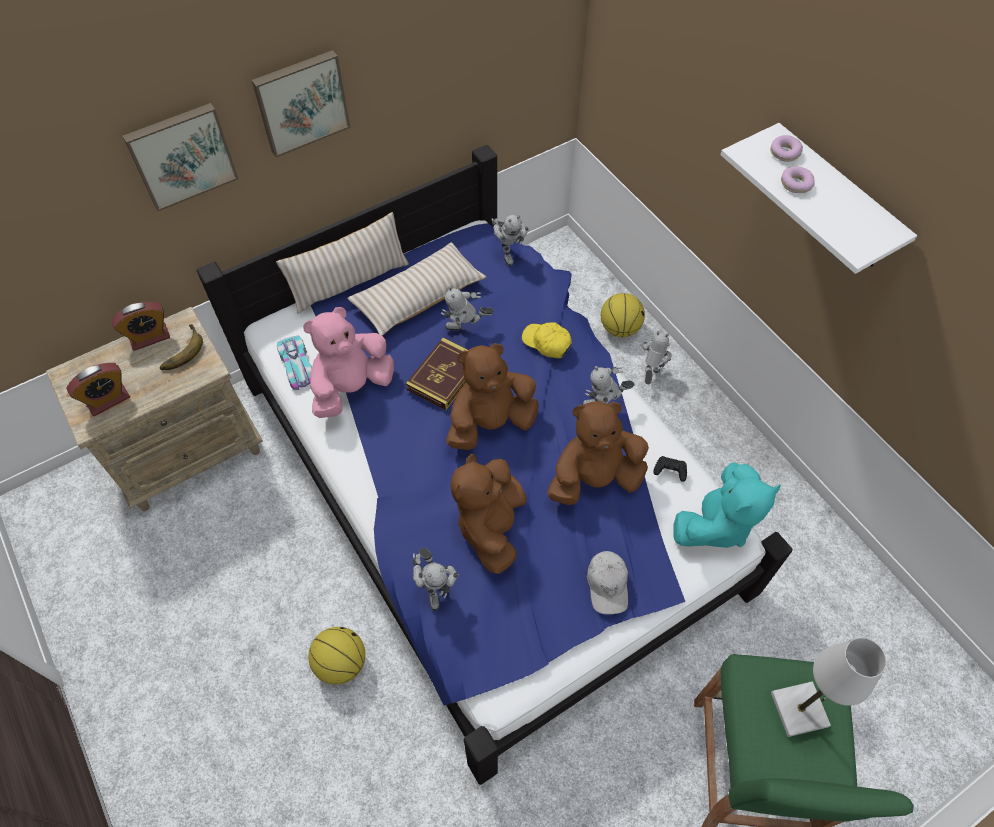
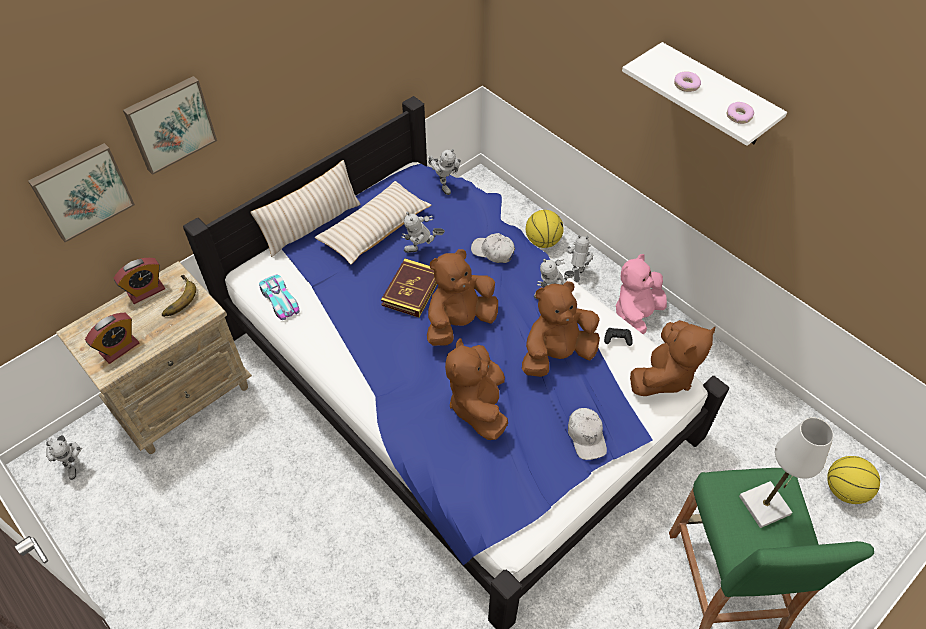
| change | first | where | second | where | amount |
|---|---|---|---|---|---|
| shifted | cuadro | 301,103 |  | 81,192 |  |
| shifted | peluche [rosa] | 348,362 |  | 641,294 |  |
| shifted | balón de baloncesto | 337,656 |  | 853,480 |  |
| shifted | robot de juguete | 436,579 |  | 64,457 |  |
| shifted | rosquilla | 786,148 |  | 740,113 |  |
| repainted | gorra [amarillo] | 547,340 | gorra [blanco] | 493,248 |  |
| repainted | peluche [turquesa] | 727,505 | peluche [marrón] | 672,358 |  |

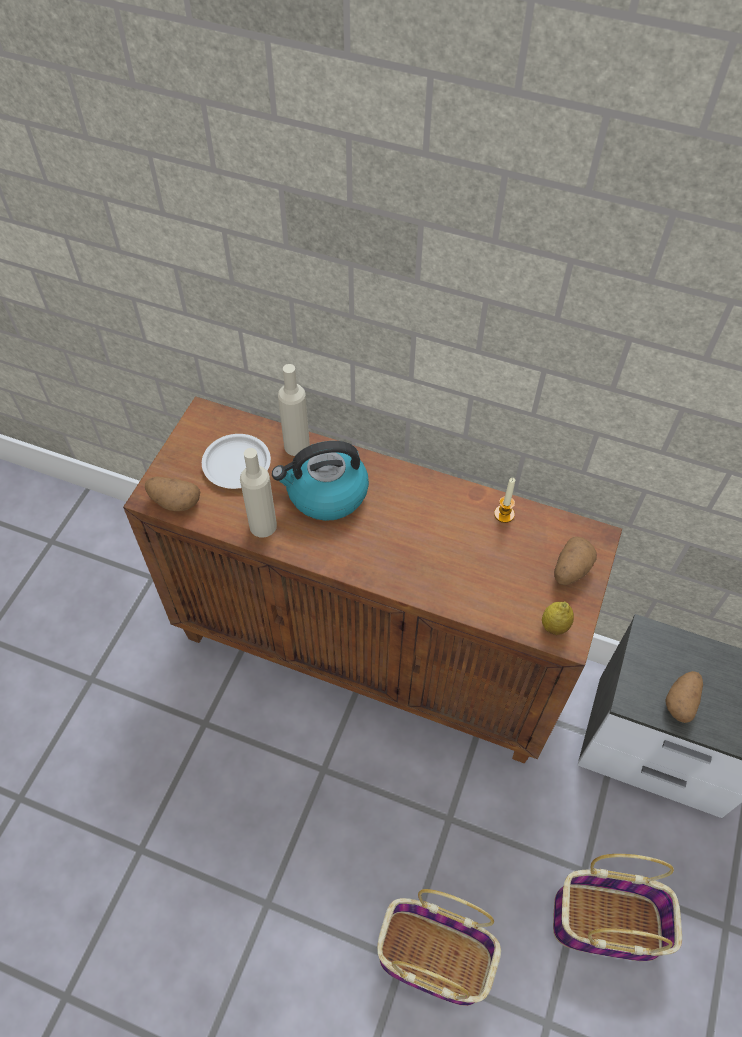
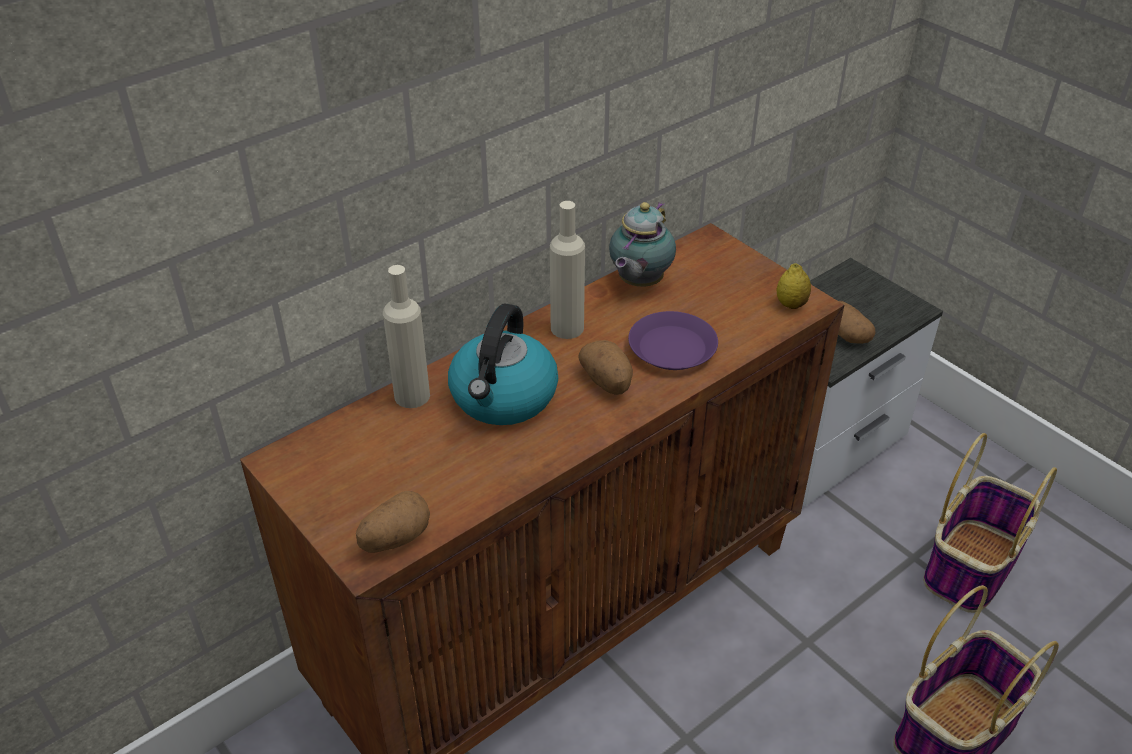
| change | first | where | second | where | amount |
|---|---|---|---|---|---|
| gone | plato [blanco] | 236,461 |  |  |  |
| new |  |  | plato [morado] | 673,340 |  |
| shifted | botella [beis] | 258,492 |  | 567,270 |  |
| shifted | patata | 575,561 |  | 606,367 |  |
| swapped | vela | 504,500 | tetera | 642,244 |  |

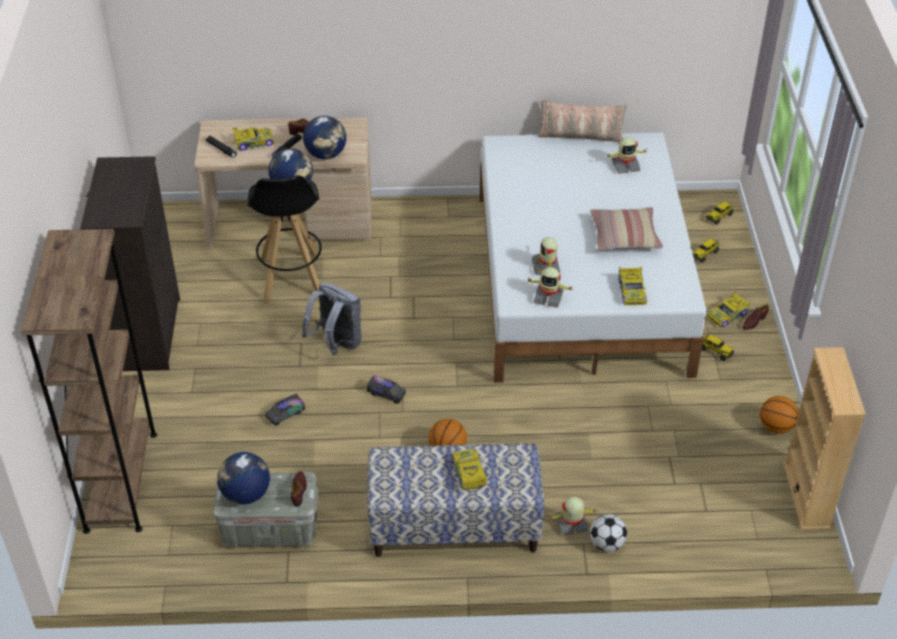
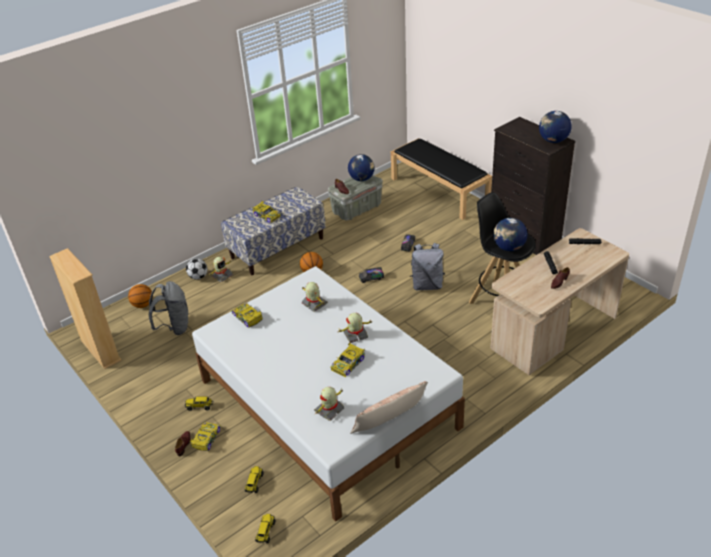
| change | first | where | second | where | amount |
|---|---|---|---|---|---|
| gone | cojín | 626,228 |  |  |  |
| new |  |  | mochila [gris] | 168,308 |  |
| shifted | coche de juguete | 253,139 |  | 347,359 |  |
| shifted | globo terráqueo | 324,137 |  | 555,127 |  |
| shifted | robot de juguete | 549,287 |  | 355,328 |  |
| shifted | balón de baloncesto | 779,415 |  | 140,296 |  |
| swapped | estantería [marrón] | 89,381 | banco [negro] | 441,179 |  |

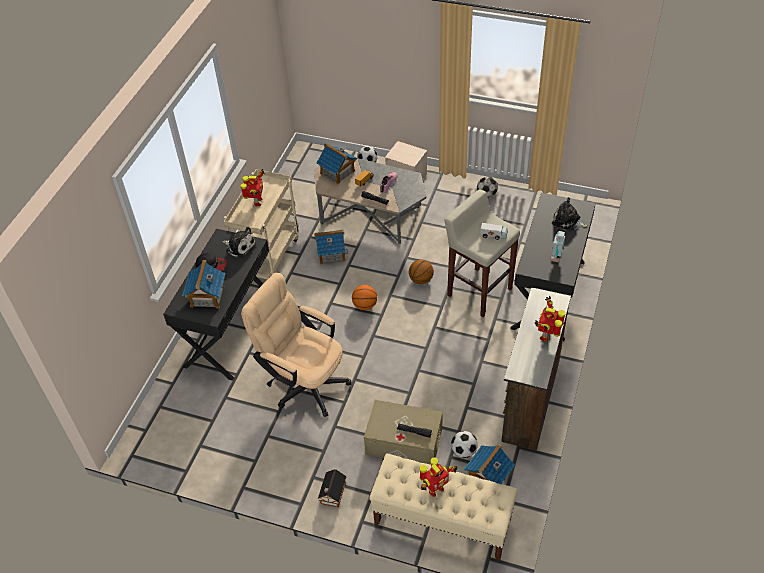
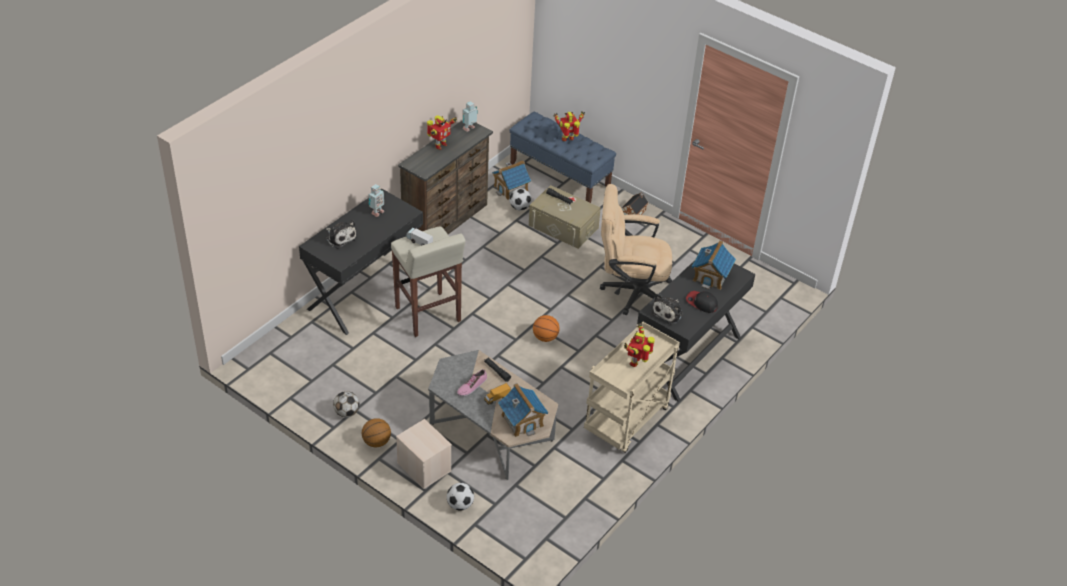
| change | first | where | second | where | amount |
|---|---|---|---|---|---|
| gone | casita | 331,247 |  |  |  |
| new |  |  | robot de juguete | 470,116 |  |
| shifted | balón de baloncesto | 421,271 |  | 376,432 |  |
| repainted | banco [beis] | 443,507 | banco [azul] | 562,157 |  |
| rotated | peluche | 239,242 |  | 667,309 | 105 degrees counterclockwise |
| rotated | silla de oficina [beis] | 296,345 |  | 636,249 | 135 degrees clockwise |

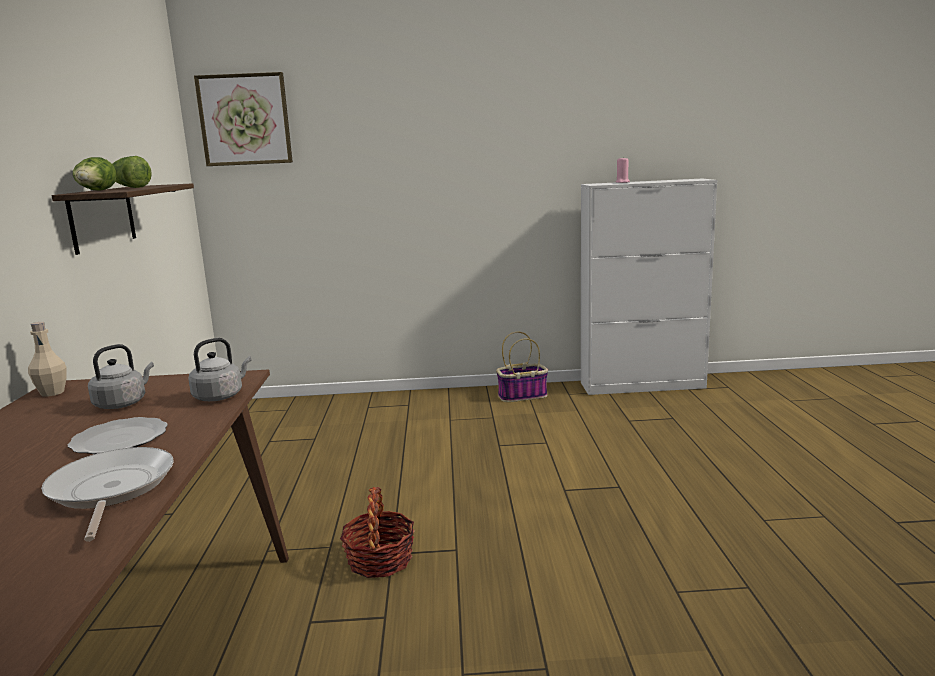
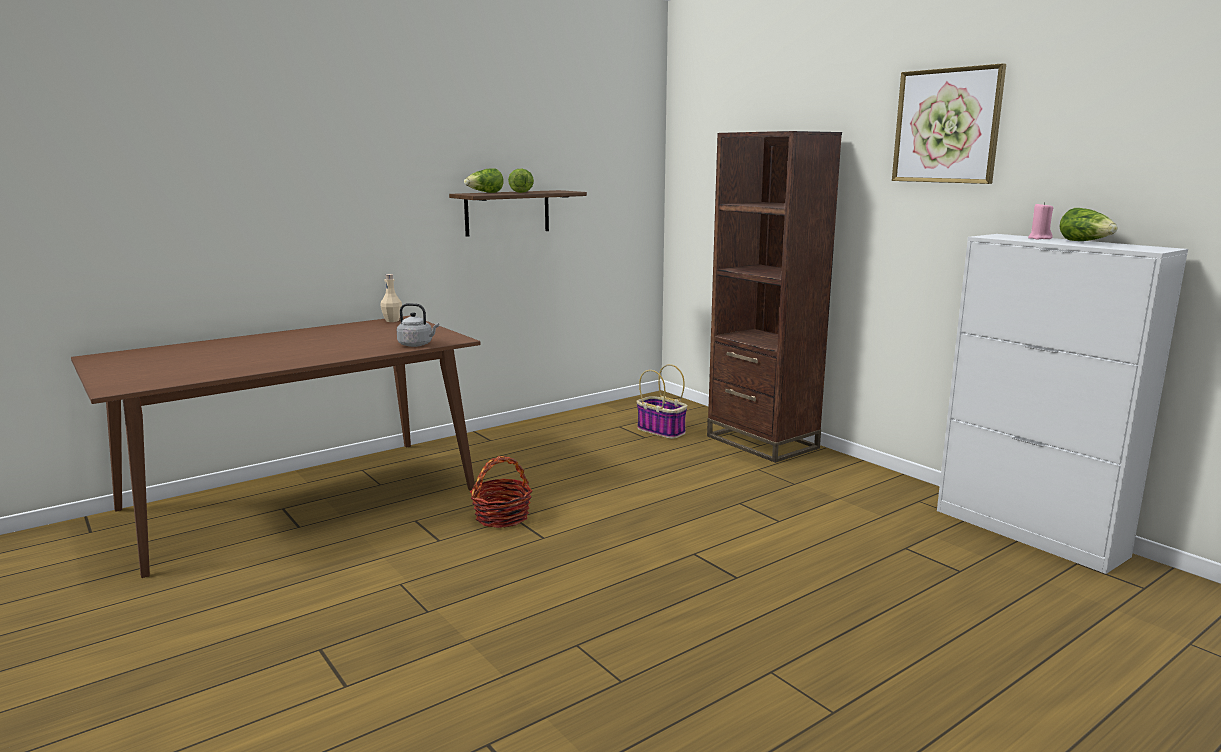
| change | first | where | second | where | amount |
|---|---|---|---|---|---|
| gone | sartén | 107,494 |  |  |  |
| gone | plato | 118,435 |  |  |  |
| gone | hervidor [gris] | 121,376 |  |  |  |
| new |  |  | estantería [marrón] | 774,297 |  |
| new |  |  | lechuga | 1089,224 |  |
| shifted | cuadro | 243,119 |  | 949,123 |  |
| shifted | cesta | 522,367 |  | 662,401 |  |

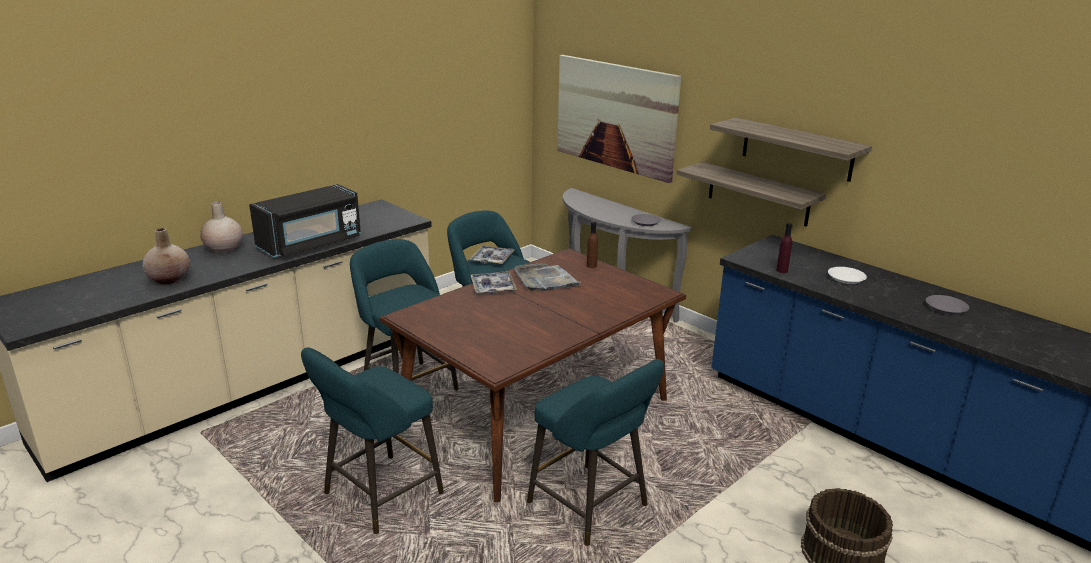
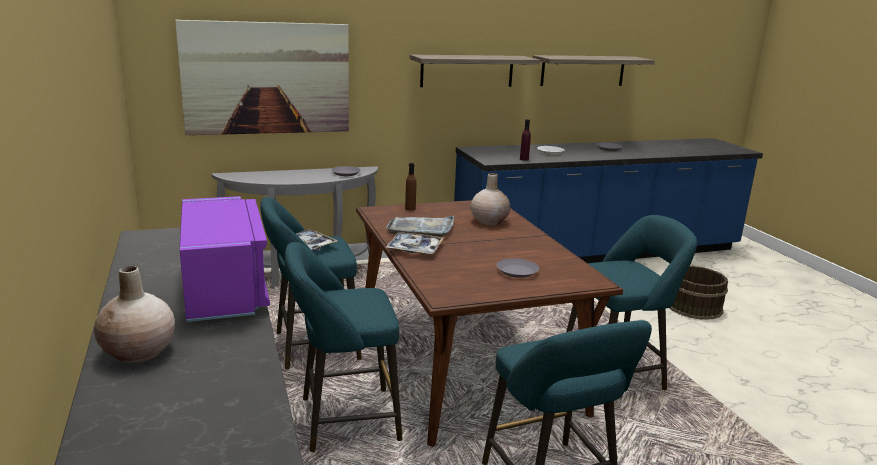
| change | first | where | second | where | amount |
|---|---|---|---|---|---|
| new |  |  | plato [gris] | 517,268 |  |
| shifted | florero [beis] | 166,256 |  | 491,199 |  |
| shifted | estante | 751,194 |  | 594,70 |  |
| repainted | microondas [negro] | 305,221 | microondas [morado] | 225,259 |  |

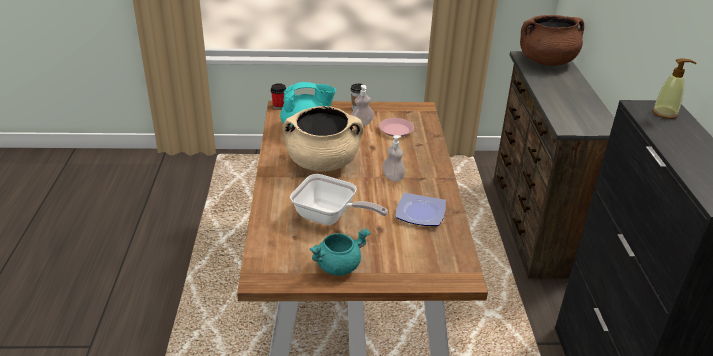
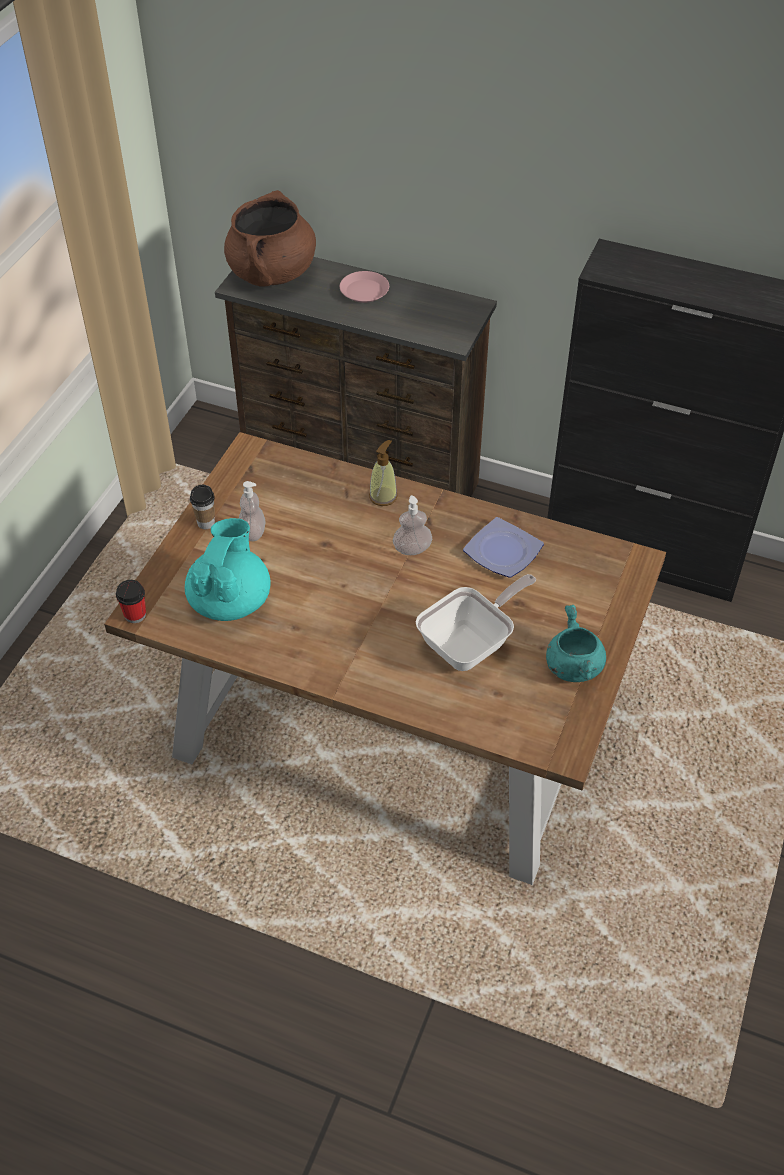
| change | first | where | second | where | amount |
|---|---|---|---|---|---|
| gone | olla [beis] | 323,139 |  |  |  |
| shifted | plato [rosa] | 396,127 |  | 364,287 |  |
| shifted | dispensador de jabón | 674,88 |  | 383,473 |  |

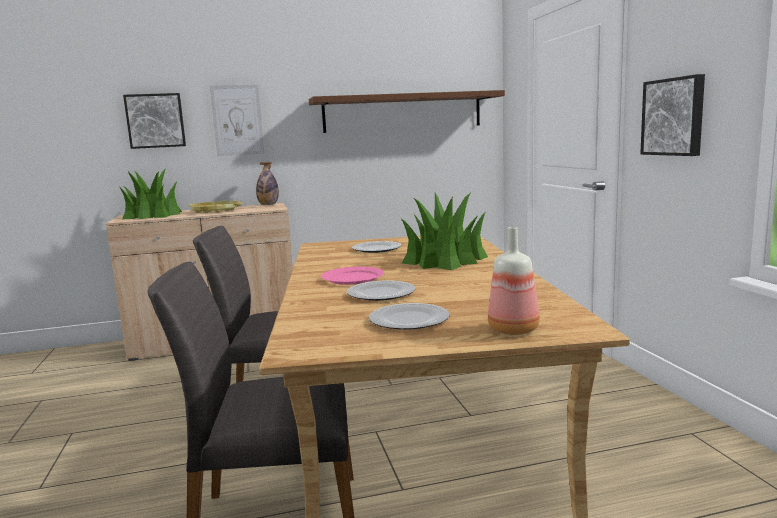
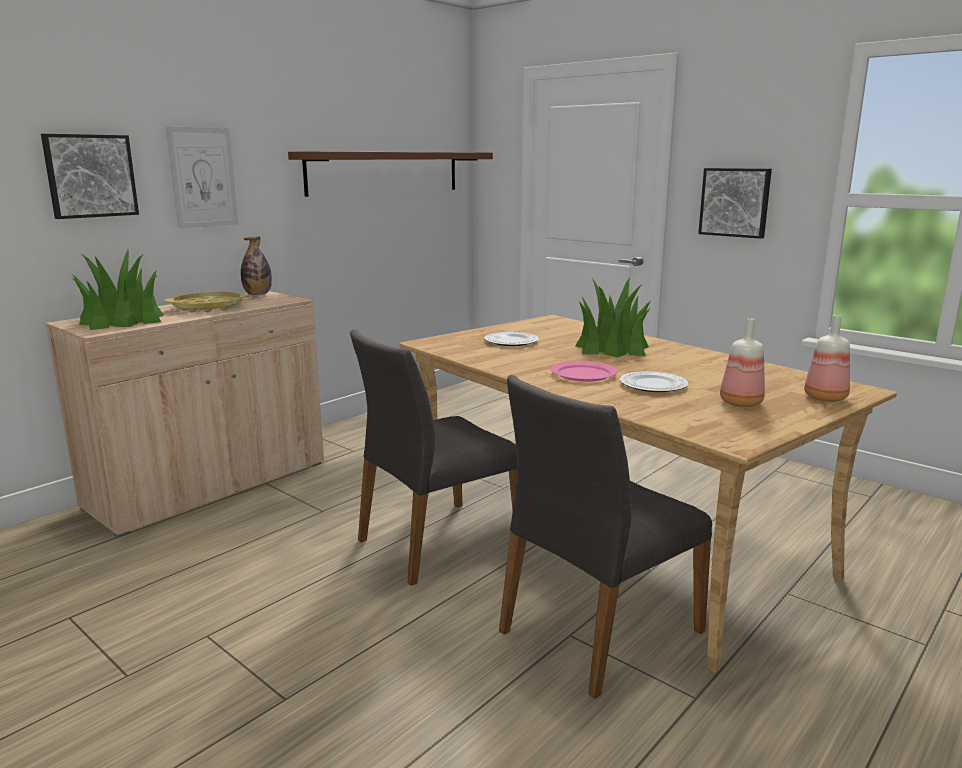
| change | first | where | second | where | amount |
|---|---|---|---|---|---|
| swapped | plato | 409,316 | botella | 742,362 |  |

